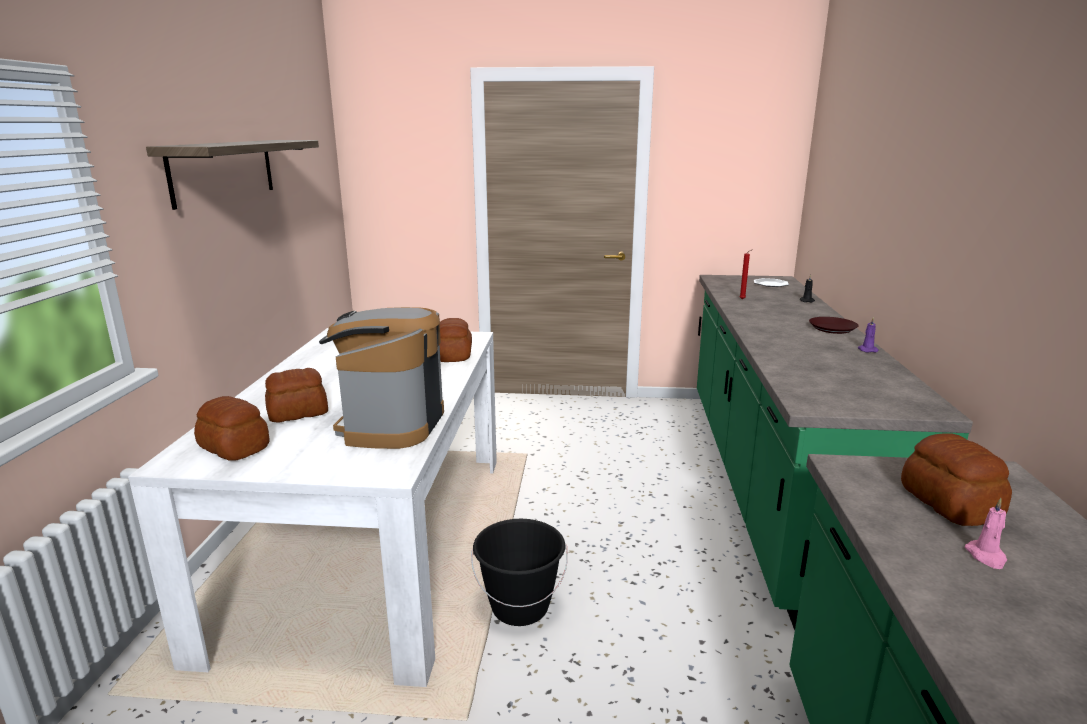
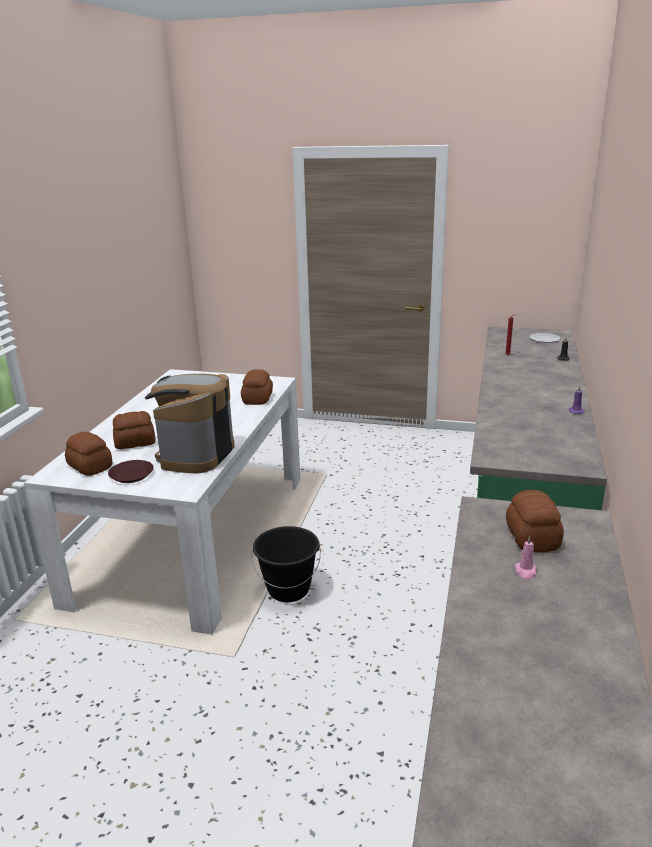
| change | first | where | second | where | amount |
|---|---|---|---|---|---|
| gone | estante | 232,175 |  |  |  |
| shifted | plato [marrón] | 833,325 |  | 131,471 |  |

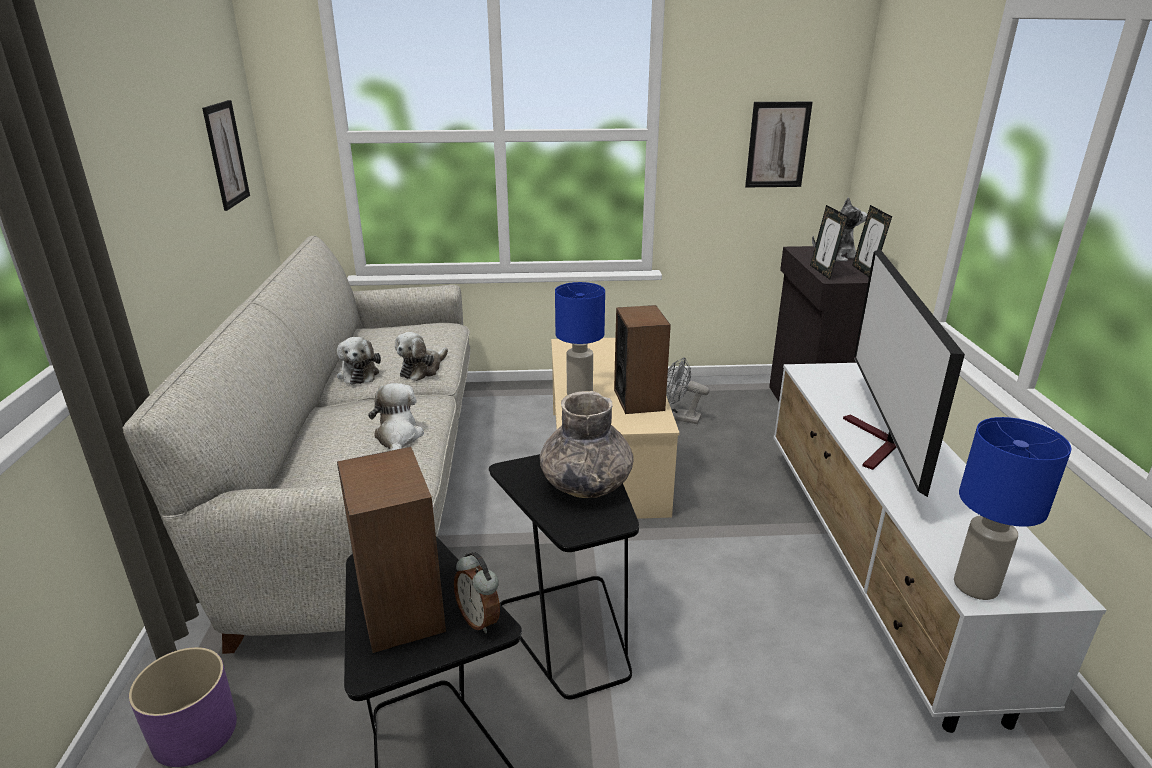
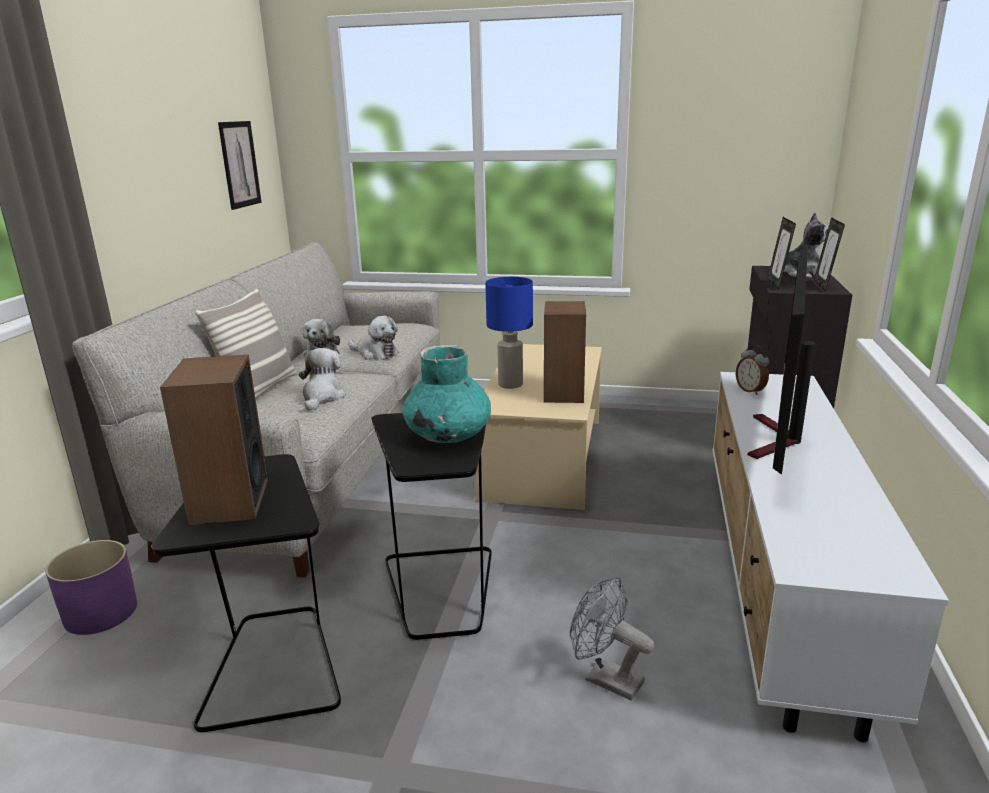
| change | first | where | second | where | amount |
|---|---|---|---|---|---|
| gone | cuadro | 779,144 |  |  |  |
| gone | lámpara de mesa [azul] | 1012,508 |  |  |  |
| new |  |  | cojín | 245,344 |  |
| shifted | despertador | 477,592 |  | 753,370 |  |
| shifted | ventilador [gris] | 688,390 |  | 612,639 |  |
| repainted | florero [gris] | 587,444 | florero [turquesa] | 447,394 |  |
| rotated | peluche | 421,356 |  | 373,338 | 105 degrees counterclockwise |

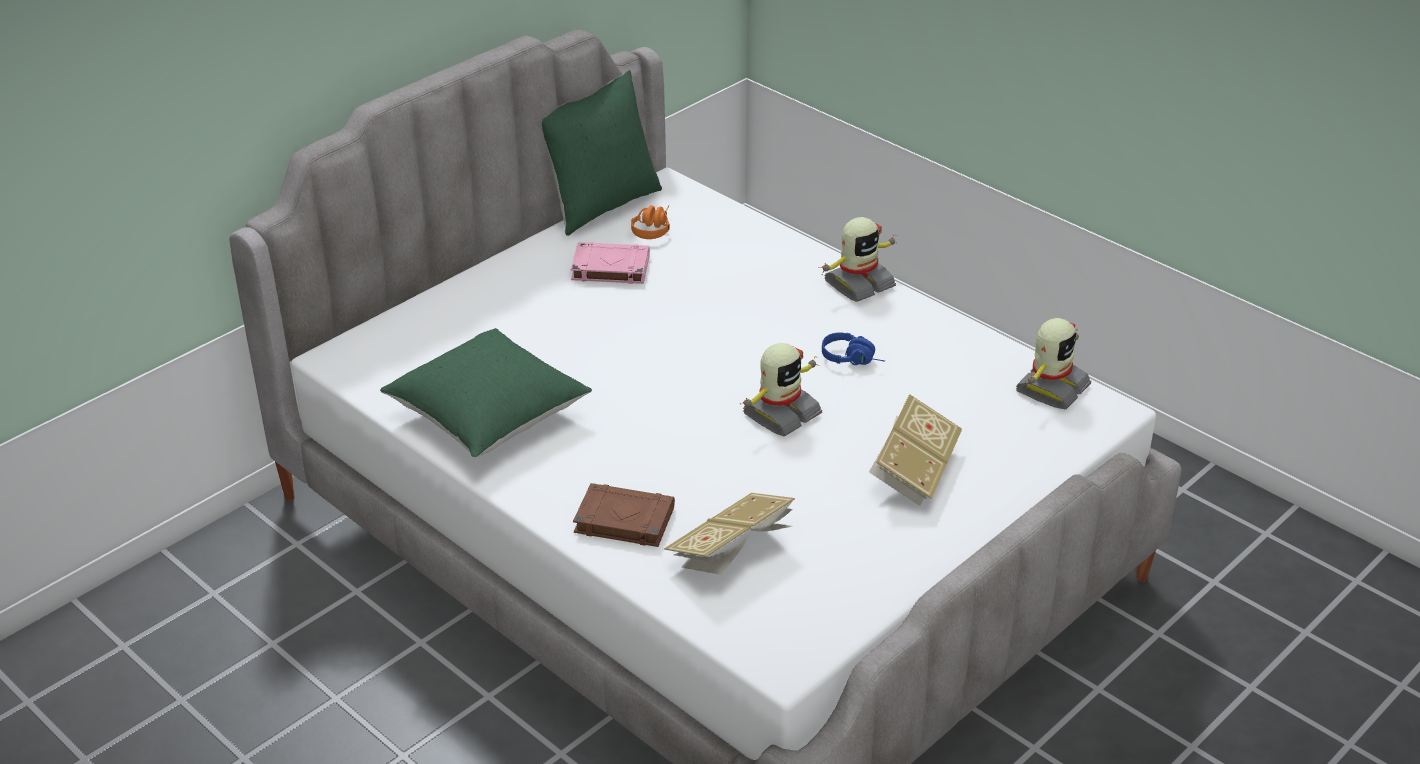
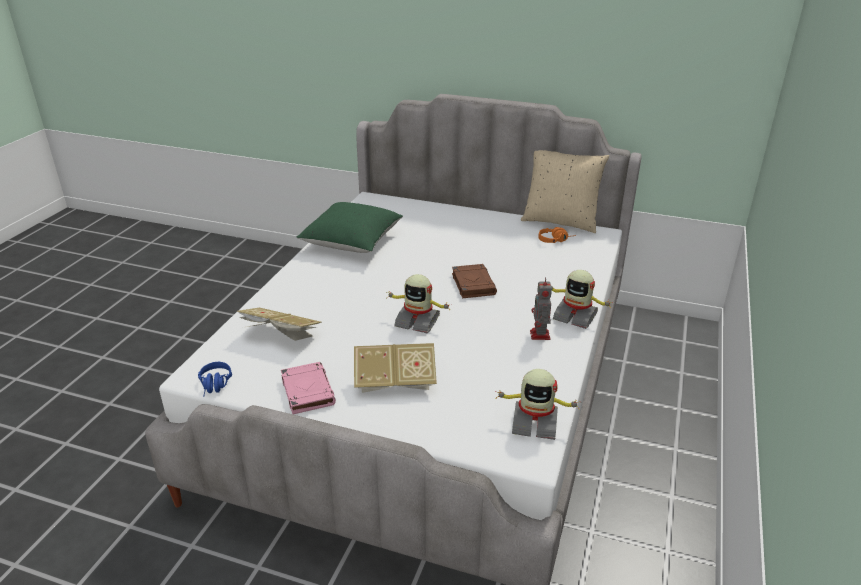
| change | first | where | second | where | amount |
|---|---|---|---|---|---|
| new |  |  | robot de juguete | 541,308 |  |
| shifted | libro [rosa] | 610,263 |  | 308,388 |  |
| shifted | libro [marrón] | 624,515 |  | 474,281 |  |
| shifted | auriculares [azul] | 853,348 |  | 215,379 |  |
| repainted | cojín [verde] | 602,153 | cojín [beis] | 565,191 |  |

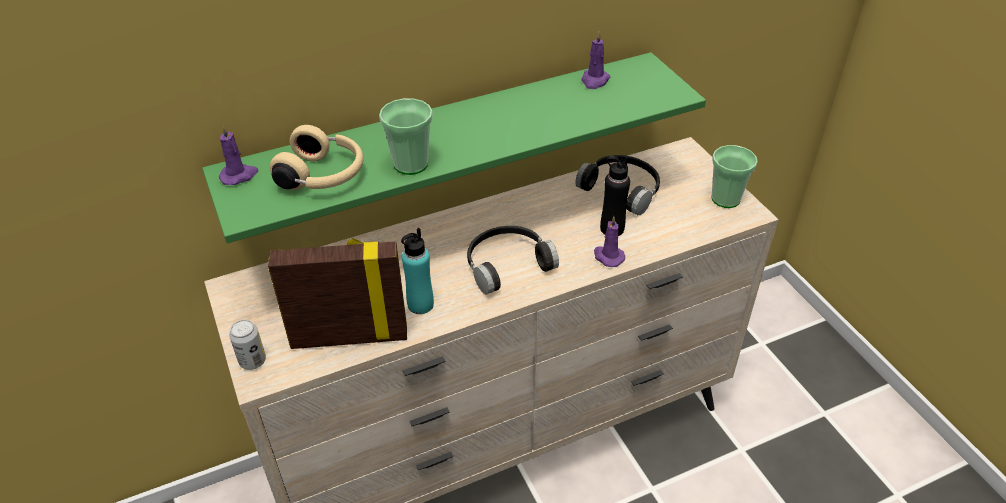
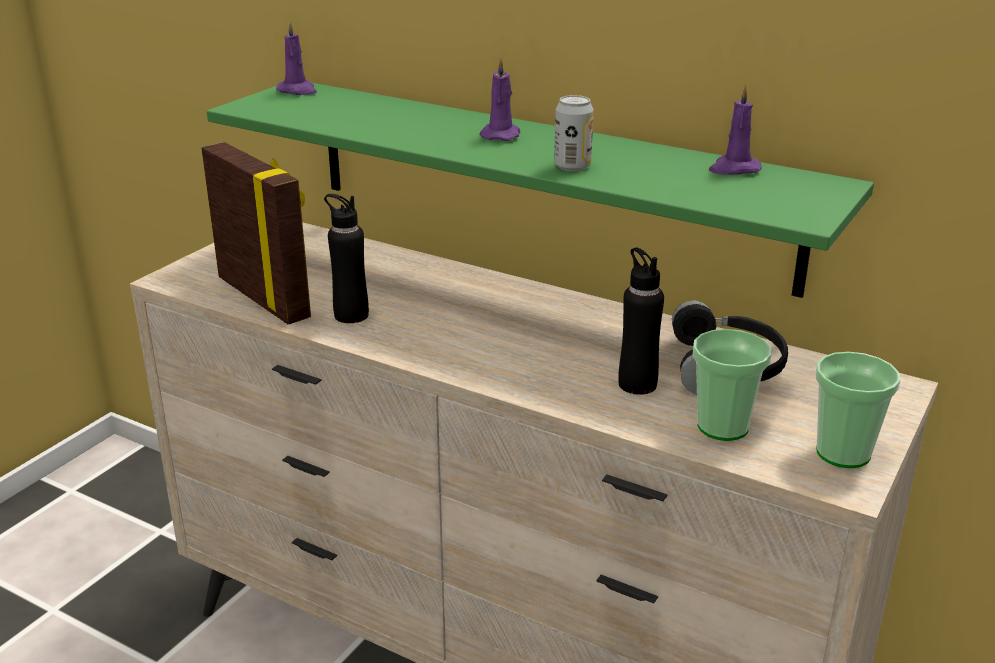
| change | first | where | second | where | amount |
|---|---|---|---|---|---|
| gone | auriculares [beis] | 316,157 |  |  |  |
| gone | auriculares [negro] | 513,260 |  |  |  |
| shifted | lata | 247,345 |  | 574,133 |  |
| shifted | taza | 406,136 |  | 732,385 |  |
| shifted | vela [morado] | 609,241 |  | 499,99 |  |
| repainted | botella [turquesa] | 417,271 | botella [negro] | 346,258 |  |

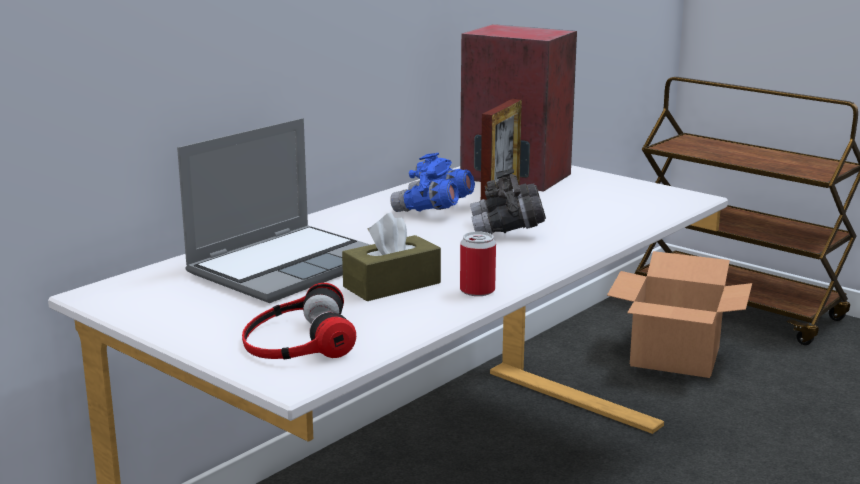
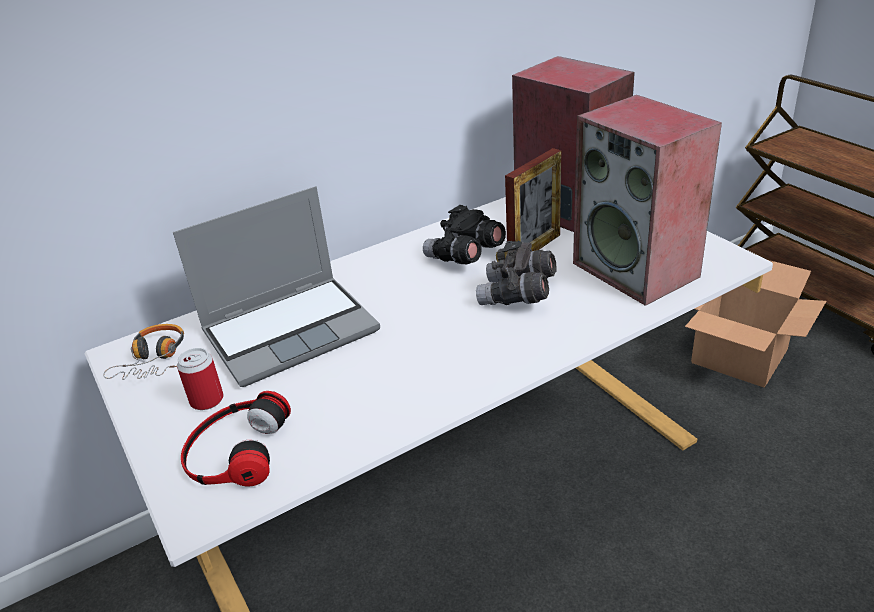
| change | first | where | second | where | amount |
|---|---|---|---|---|---|
| gone | caja de pañuelos [marrón] | 391,256 |  |  |  |
| new |  |  | auriculares | 143,352 |  |
| new |  |  | altavoz | 647,200 |  |
| shifted | lata | 478,263 |  | 200,379 |  |
| repainted | prismáticos [azul] | 432,182 | prismáticos [negro] | 464,234 |  |

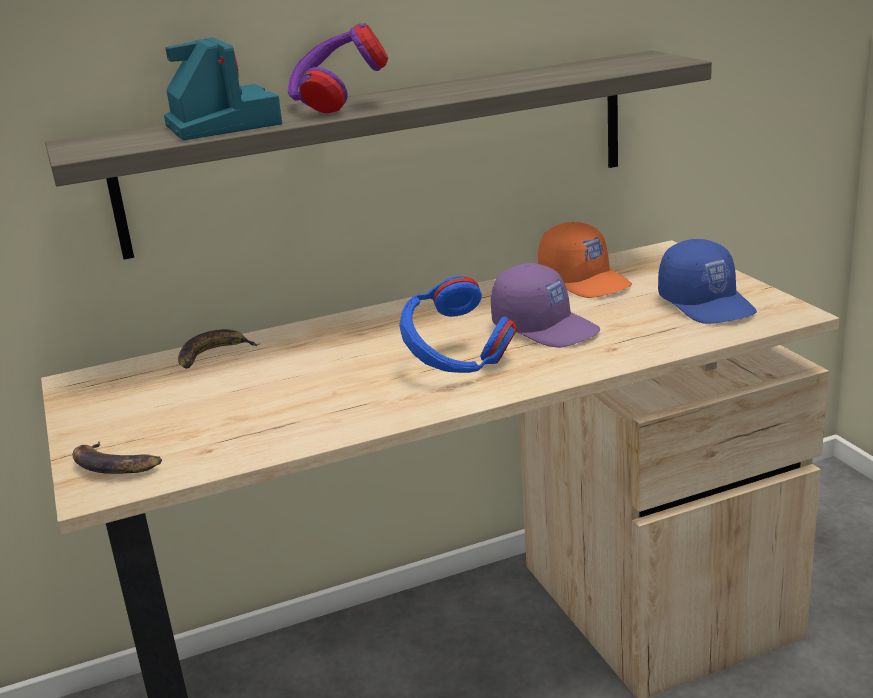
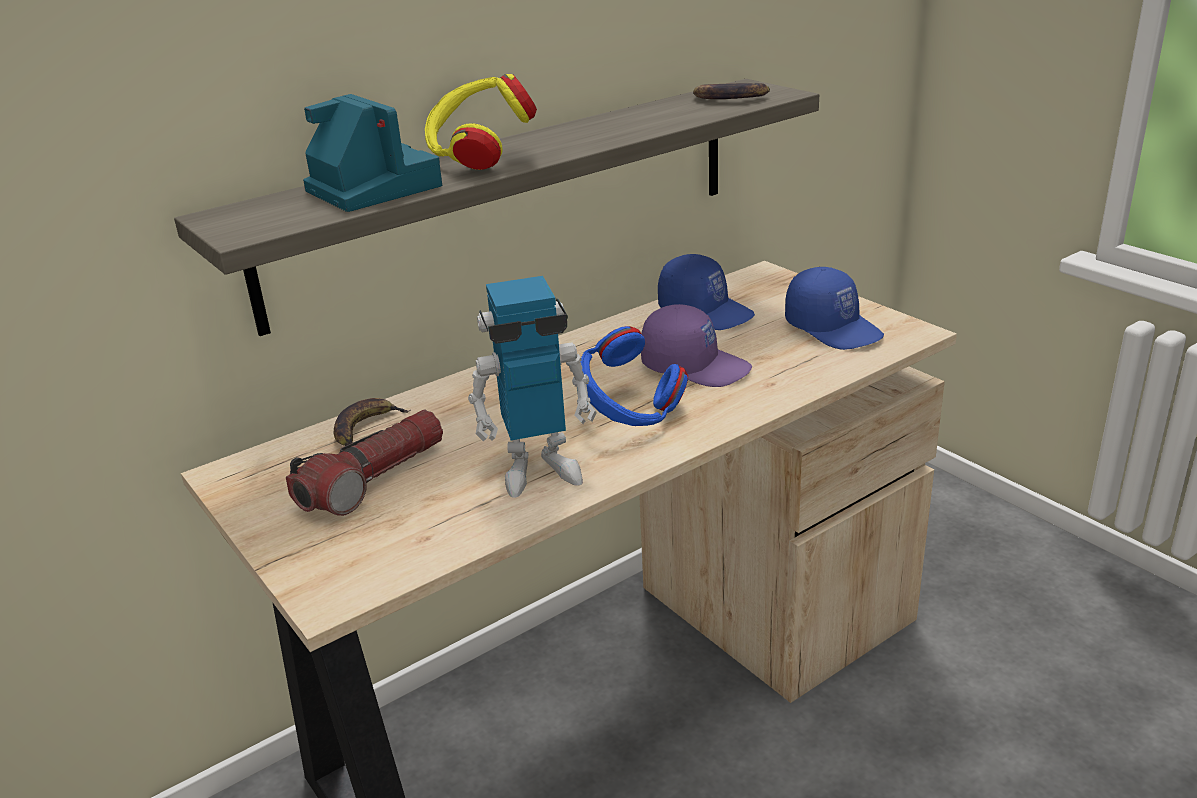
| change | first | where | second | where | amount |
|---|---|---|---|---|---|
| new |  |  | linterna | 364,462 |  |
| new |  |  | robot de juguete | 532,387 |  |
| shifted | plátano | 117,457 |  | 731,91 |  |
| repainted | auriculares [morado] | 338,68 | auriculares [amarillo] | 481,122 |  |
| repainted | gorra [naranja] | 585,260 | gorra [azul] | 706,292 |  |

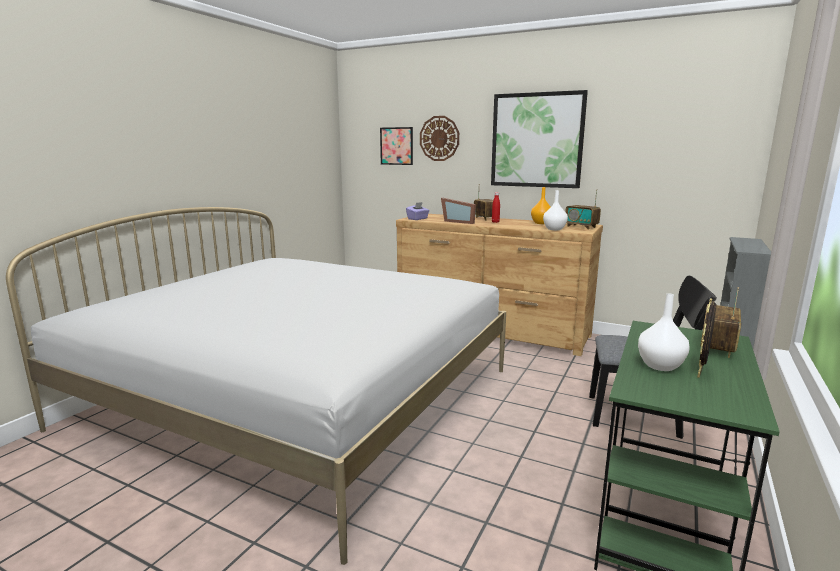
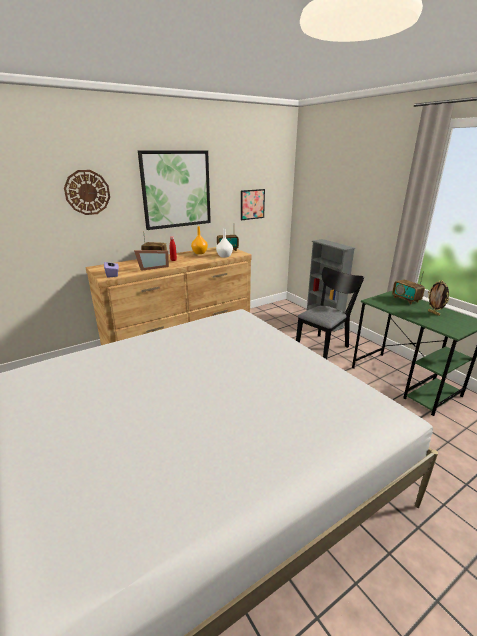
| change | first | where | second | where | amount |
|---|---|---|---|---|---|
| gone | florero [blanco] | 664,332 |  |  |  |
| shifted | cuadro | 396,146 |  | 253,204 |  |

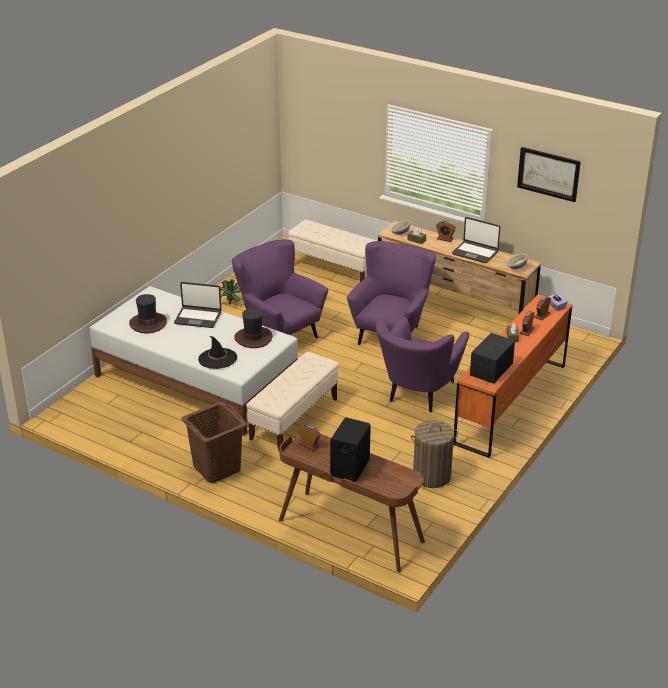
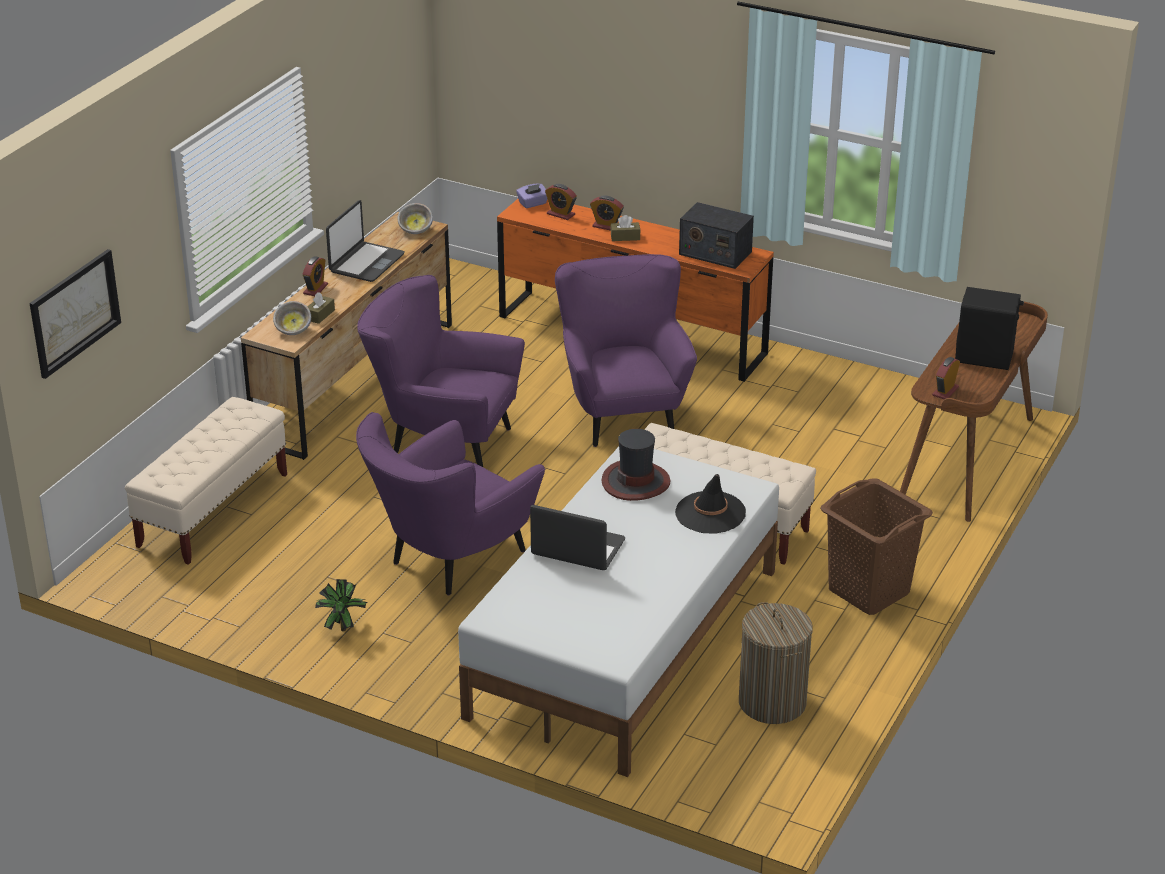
| change | first | where | second | where | amount |
|---|---|---|---|---|---|
| gone | sombrero | 148,313 |  |  |  |
| shifted | cesto de la ropa | 434,454 |  | 776,663 |  |
| shifted | cuadro | 549,174 |  | 75,314 |  |
| rotated | portátil | 198,305 |  | 577,537 | 75 degrees counterclockwise |
| rotated | sillón [morado] | 423,364 |  | 626,350 | 120 degrees counterclockwise |

